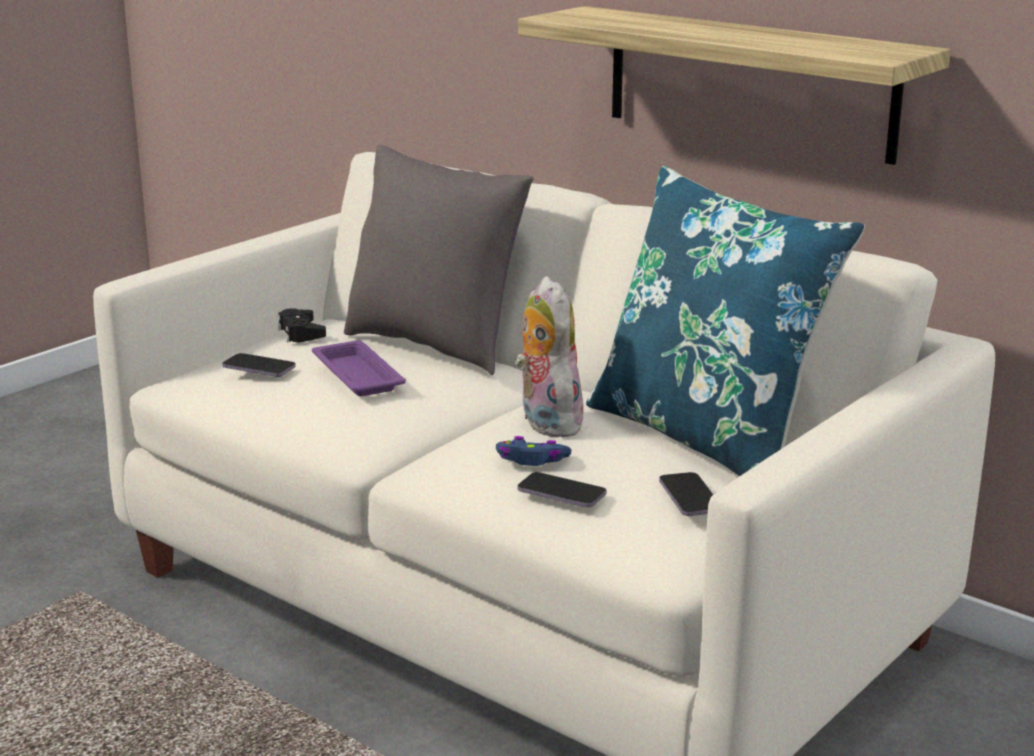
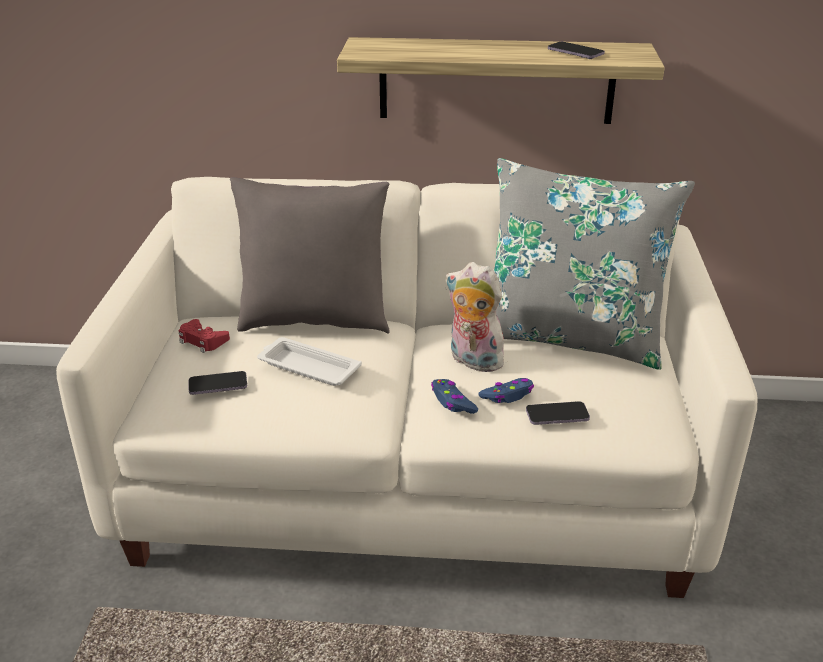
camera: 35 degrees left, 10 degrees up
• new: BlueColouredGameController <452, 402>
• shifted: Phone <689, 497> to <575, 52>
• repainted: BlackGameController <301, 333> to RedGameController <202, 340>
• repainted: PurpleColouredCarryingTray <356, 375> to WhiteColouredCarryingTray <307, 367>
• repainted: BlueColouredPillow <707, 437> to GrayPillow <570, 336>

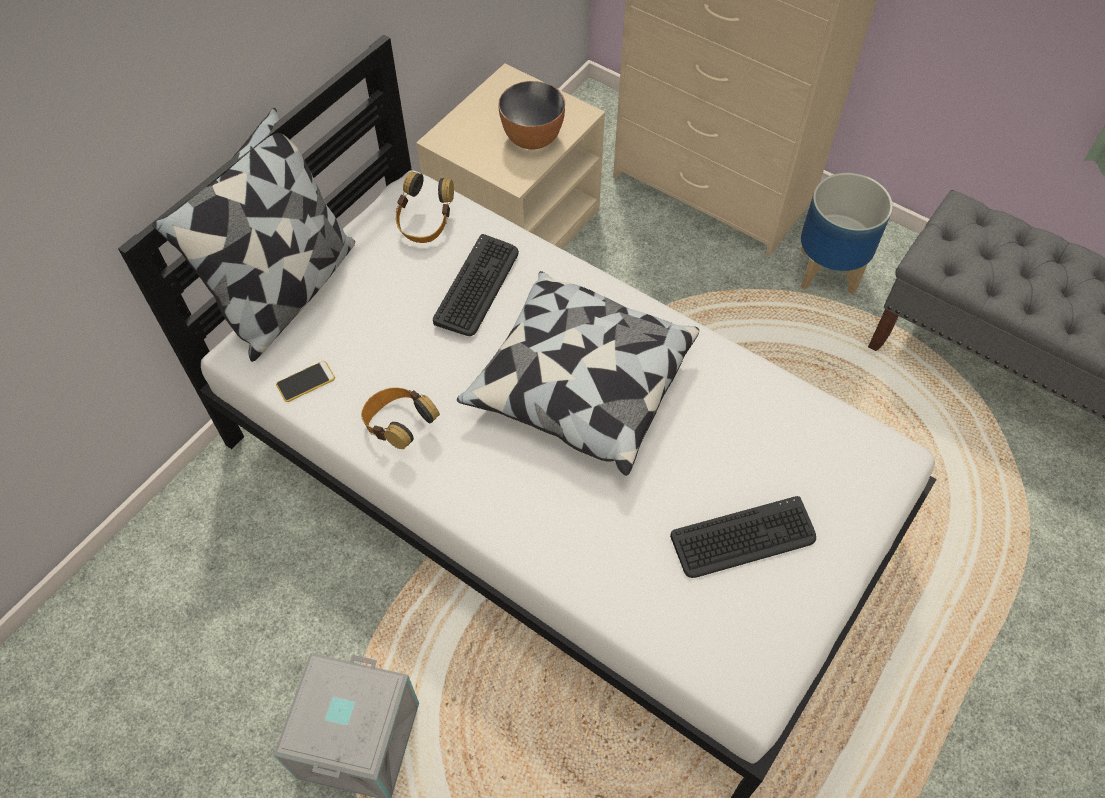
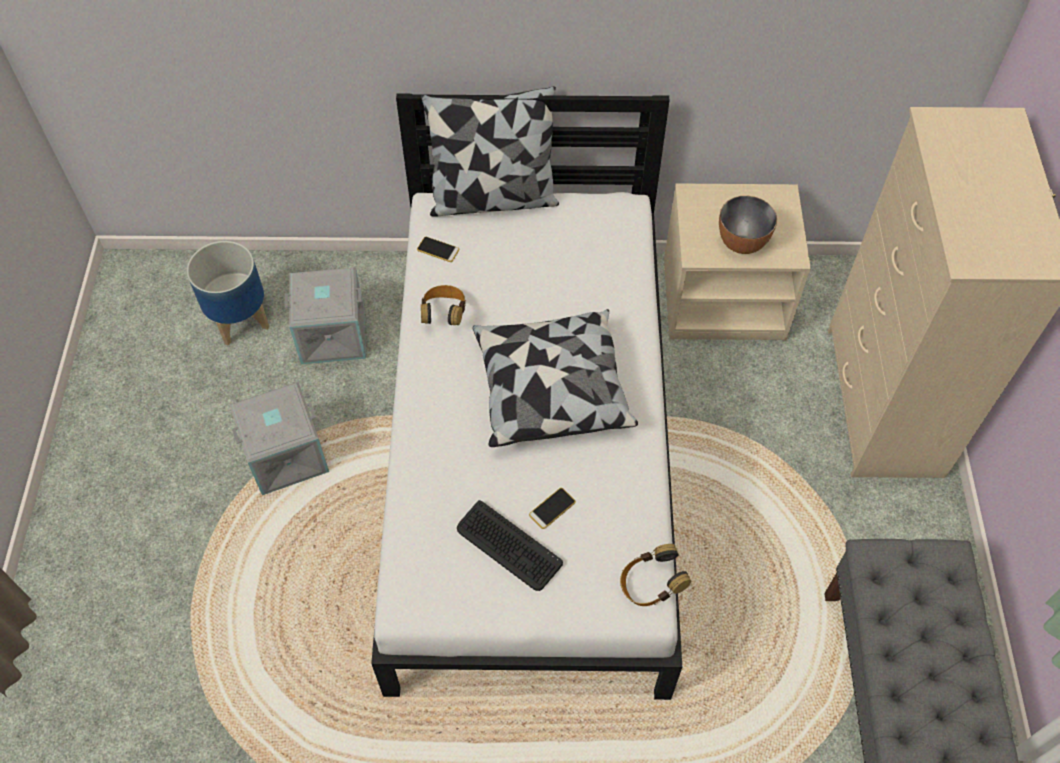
camera: 55 degrees right, 0 degrees up
• gone: PcKeyboard <477, 286>
• new: GrayStorageBox <333, 333>
• new: Phone <552, 508>
• shifted: PairOfHeadphones <425, 223> to <650, 585>
• shifted: Planter <829, 271> to <240, 321>

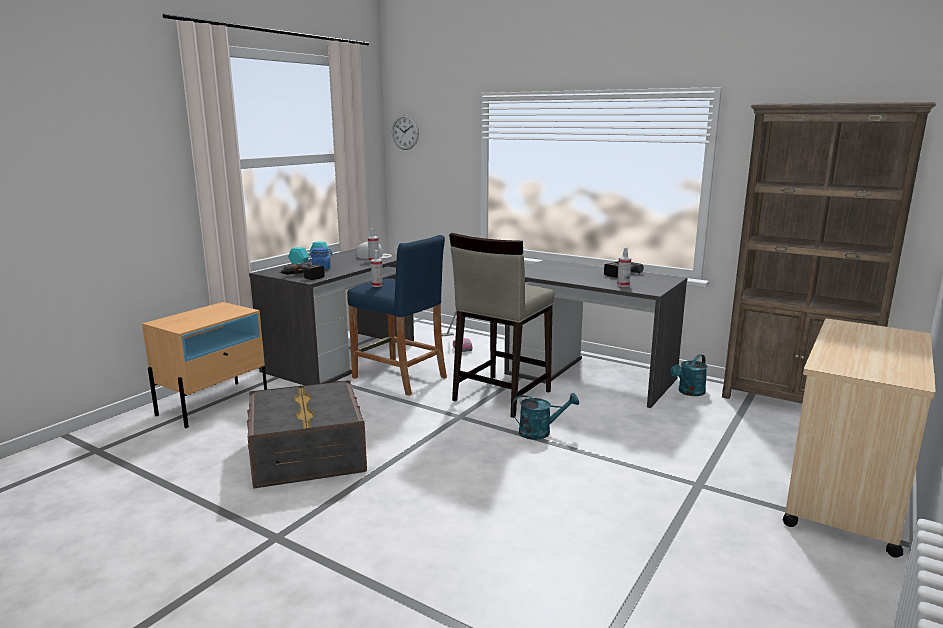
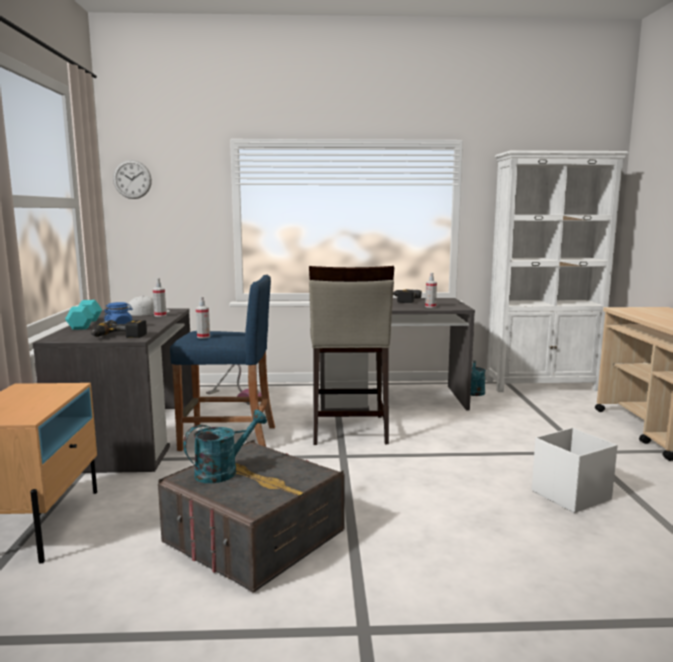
camera: 35 degrees left, 5 degrees down
• new: WhiteColouredStorageBox <569, 495>
• shifted: BlueGreenWateringCan <540, 432> to <223, 471>
• repainted: BrownColouredShelvingUnit <795, 403> to WhiteColouredShelvingUnit <542, 385>

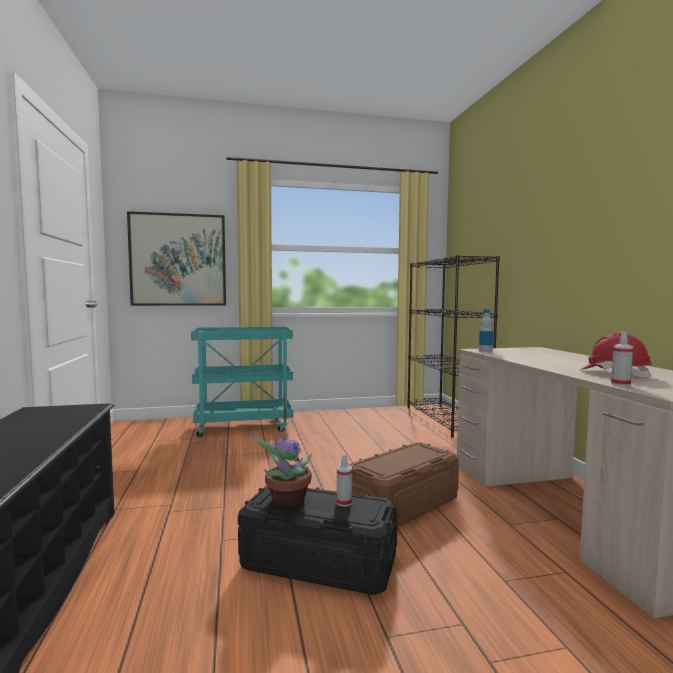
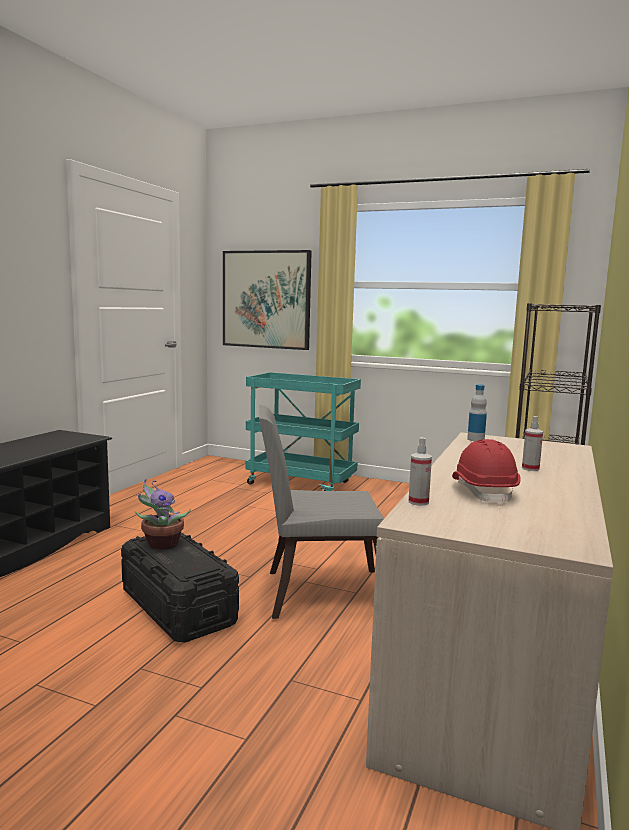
camera: 35 degrees right, 5 degrees up
• shifted: HandSprayer <344, 503> to <530, 468>
• swapped: BrownColouredStorageBox <402, 505> to GrayUprightChair <317, 592>

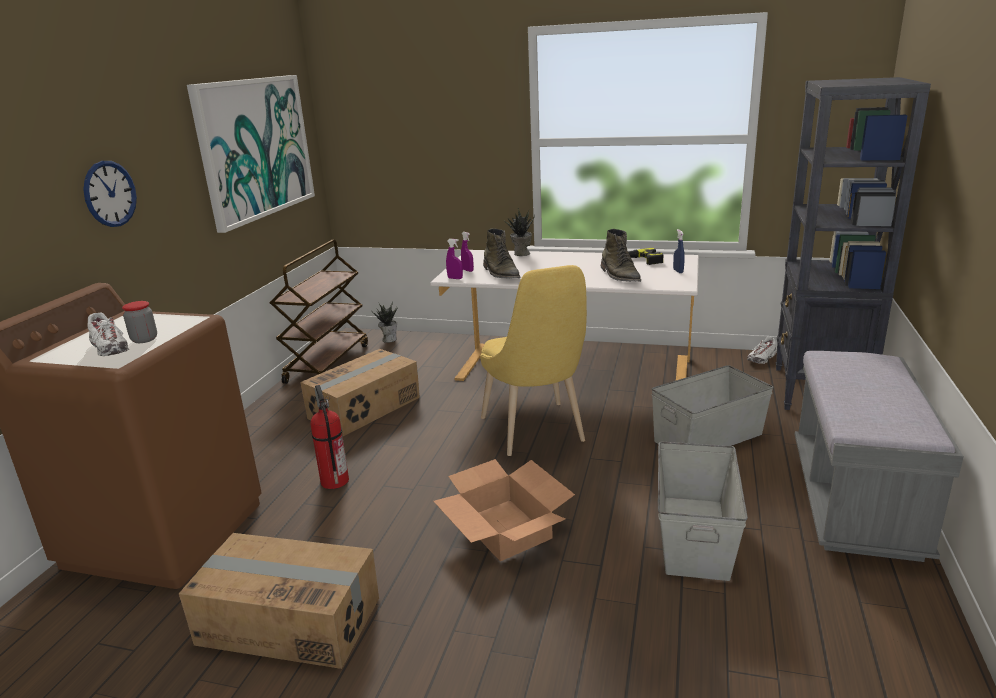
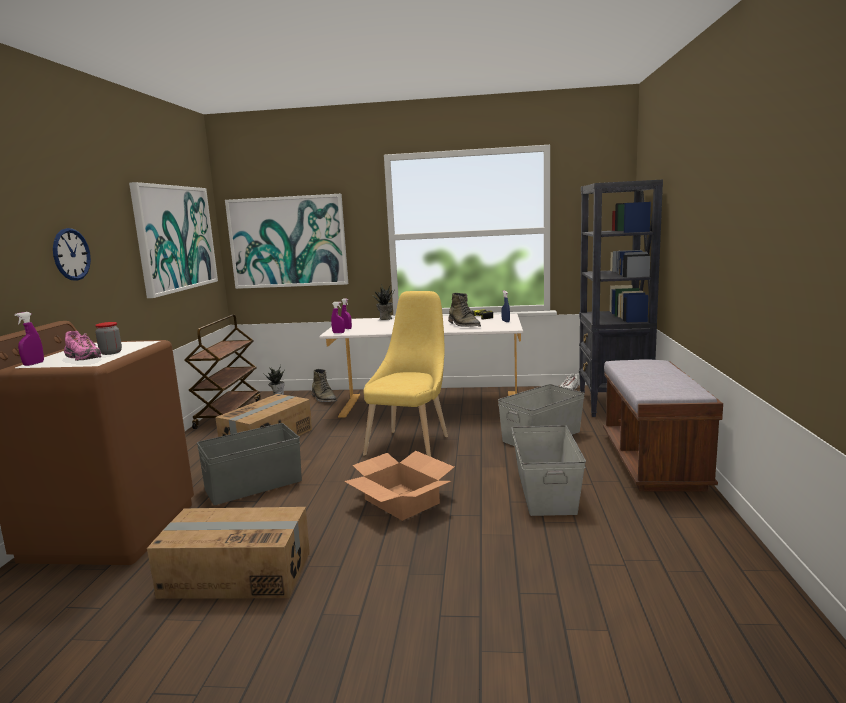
camera: 10 degrees left, 10 degrees down
• new: PurpleColouredHandSprayer <33, 364>
• new: Picture <288, 242>
• shifted: GreenColouredTallBoot <501, 273> to <324, 399>
• swapped: FireFightingCylinder <334, 480> to GrayStorageBox <253, 485>
• repainted: WhiteColouredLowShoe <110, 349> to PinkColouredLowShoe <83, 358>
• repainted: GrayLongSeat <854, 500> to BrownColouredLongSeat <653, 462>
• rotated: YellowishUprightChair <535, 433> = <411, 443> 135 degrees counterclockwise

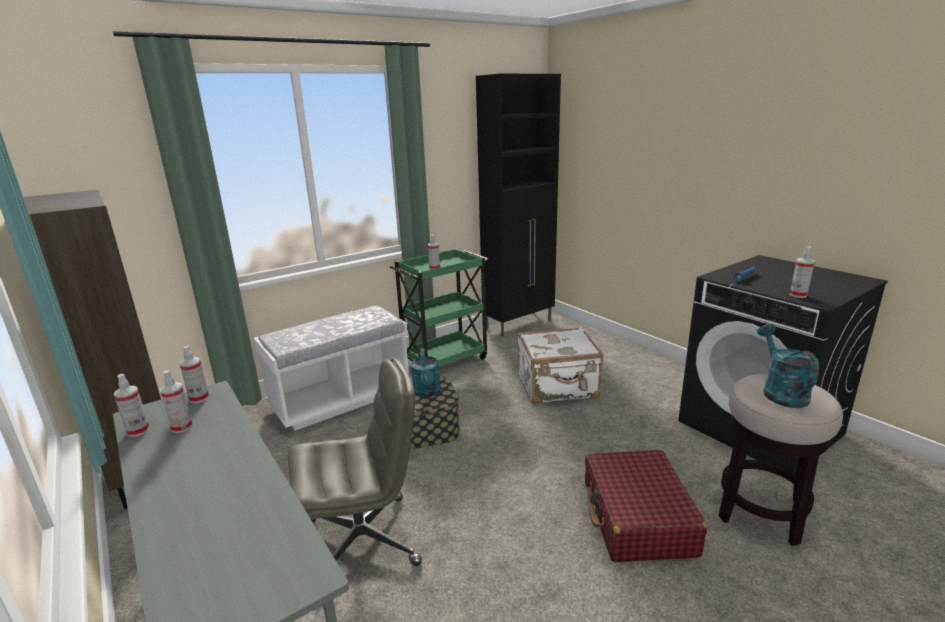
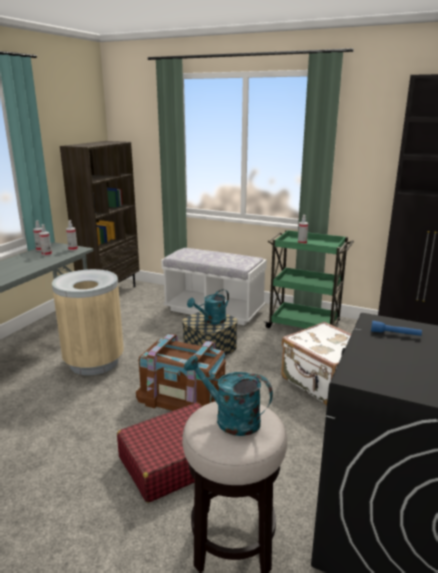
camera: 60 degrees right, 0 degrees up
• gone: HandSprayer <798, 295>
• new: BrownColouredStorageBox <183, 395>
• swapped: GrayDeskChair <363, 540> to BeigeColouredRubbishBin <94, 362>
• rotated: BlueGreenWateringCan <780, 392> = <230, 419> 120 degrees counterclockwise

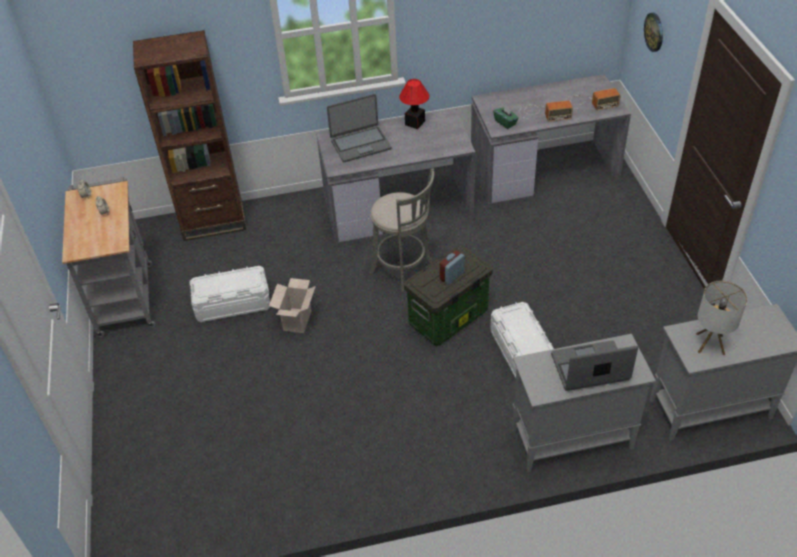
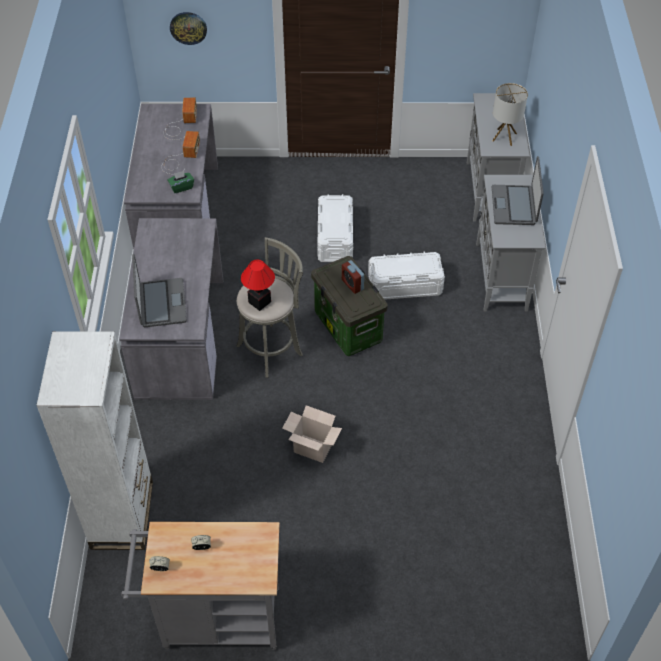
camera: 80 degrees left, 5 degrees up
• shifted: WhiteColouredStorageBox <232, 304> to <335, 238>
• shifted: TableLamp <415, 123> to <260, 301>
• repainted: BrownColouredShelvingUnit <213, 221> to WhiteColouredShelvingUnit <122, 515>

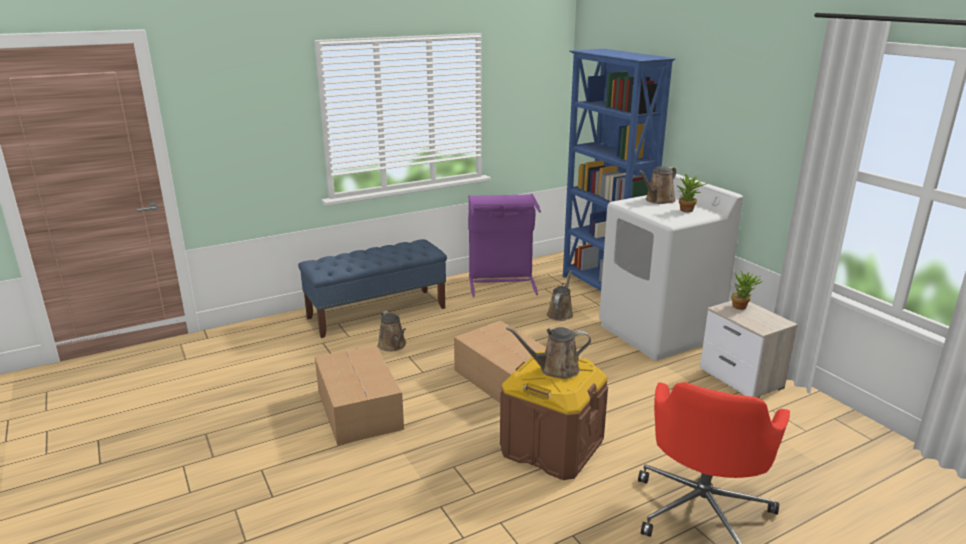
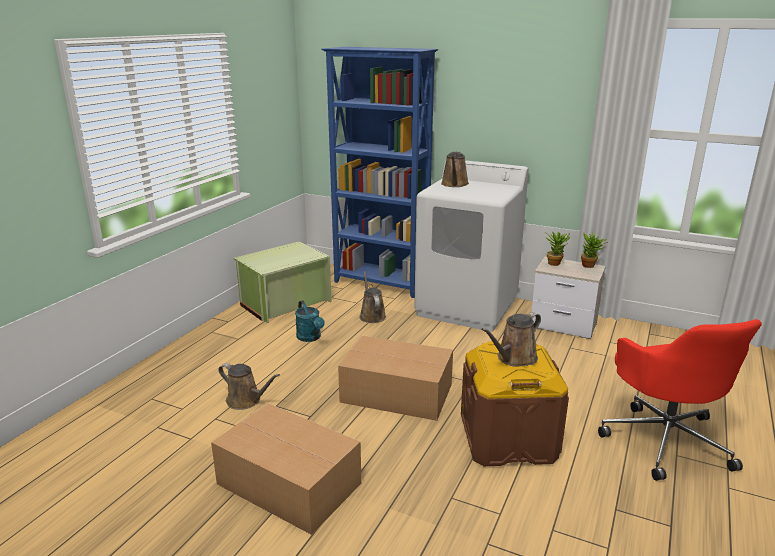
camera: 35 degrees left, 0 degrees up
• gone: BlueColouredLongSeat <377, 312>
• new: BlueGreenWateringCan <310, 338>
• shifted: PottedPlant <688, 211> to <590, 266>
• swapped: PurpleColouredLaundryBasket <501, 282> to GreenColouredStorageBox <284, 302>

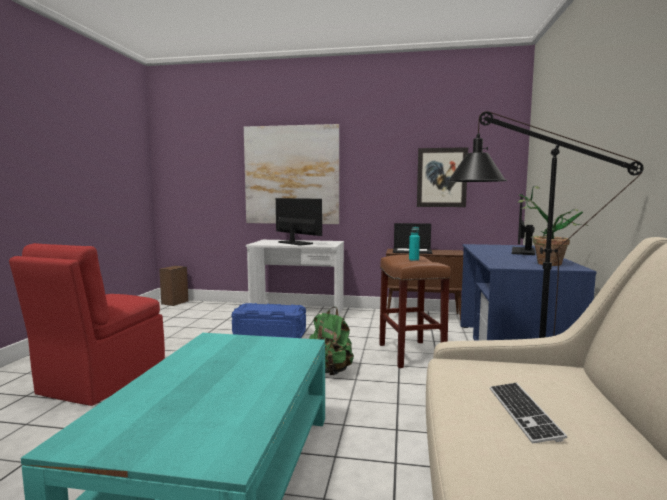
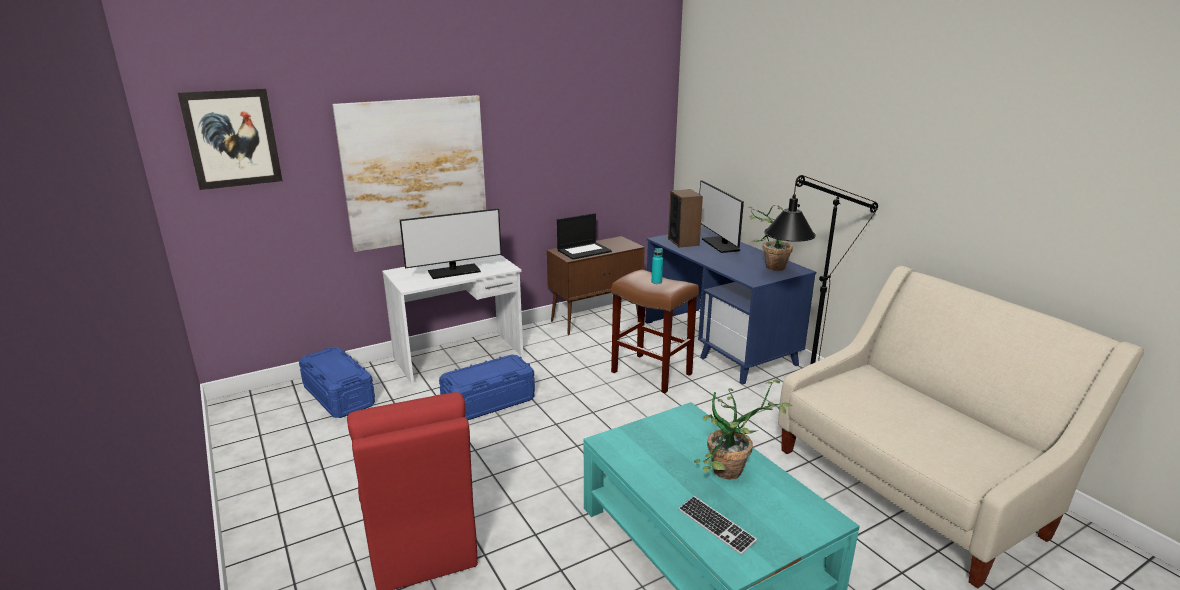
camera: 40 degrees left, 15 degrees up
• gone: GreenColouredRucksack <330, 371>
• new: BlueColouredStorageBox <339, 396>
• new: PottedPlant <730, 476>
• shifted: AudioSpeaker <175, 302> to <683, 242>
• shifted: Picture <441, 177> to <232, 138>
• shifted: PcKeyboard <523, 413> to <716, 526>
• rotated: ComputerDisplay <295, 243> = <454, 272> 150 degrees clockwise

